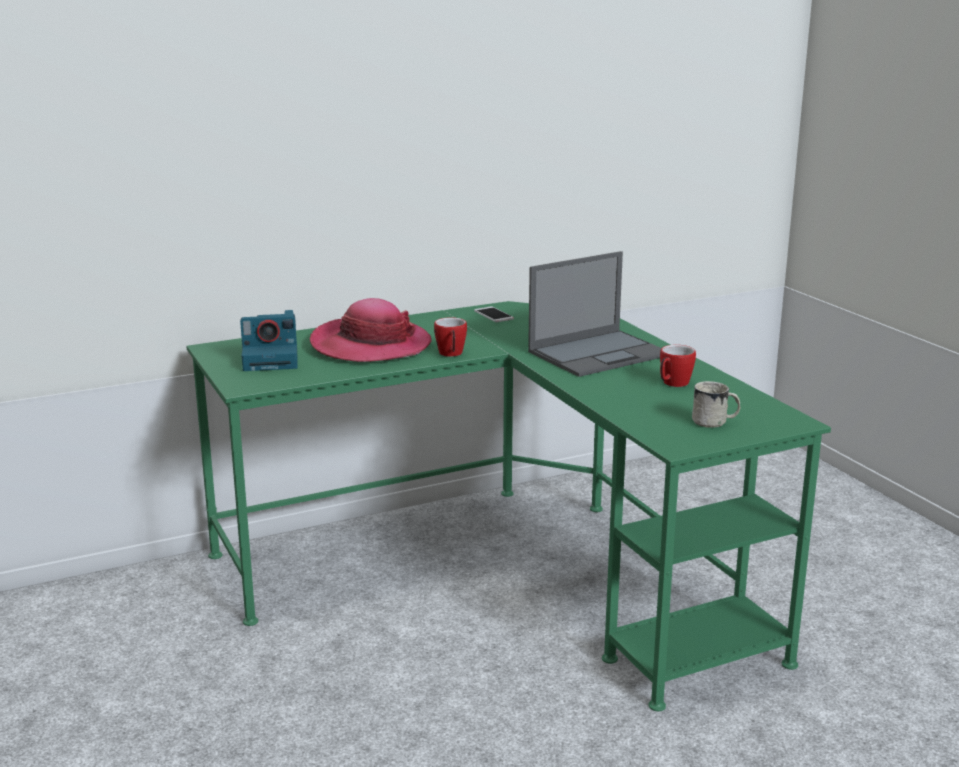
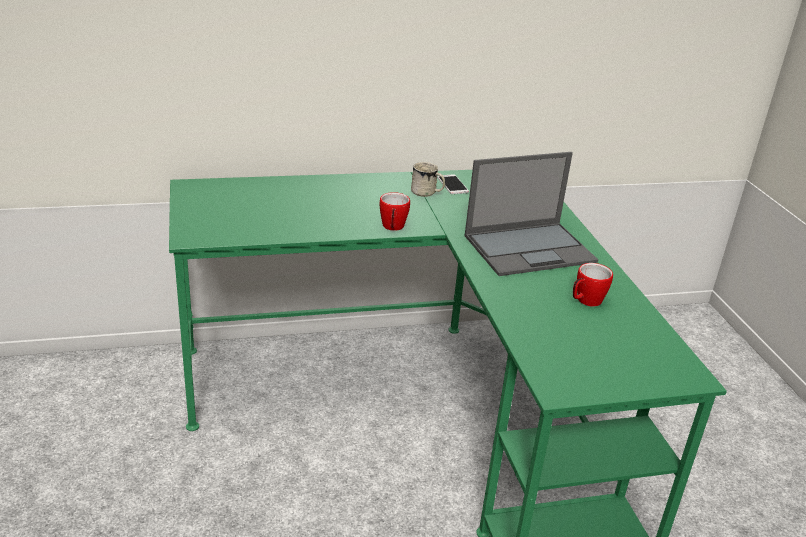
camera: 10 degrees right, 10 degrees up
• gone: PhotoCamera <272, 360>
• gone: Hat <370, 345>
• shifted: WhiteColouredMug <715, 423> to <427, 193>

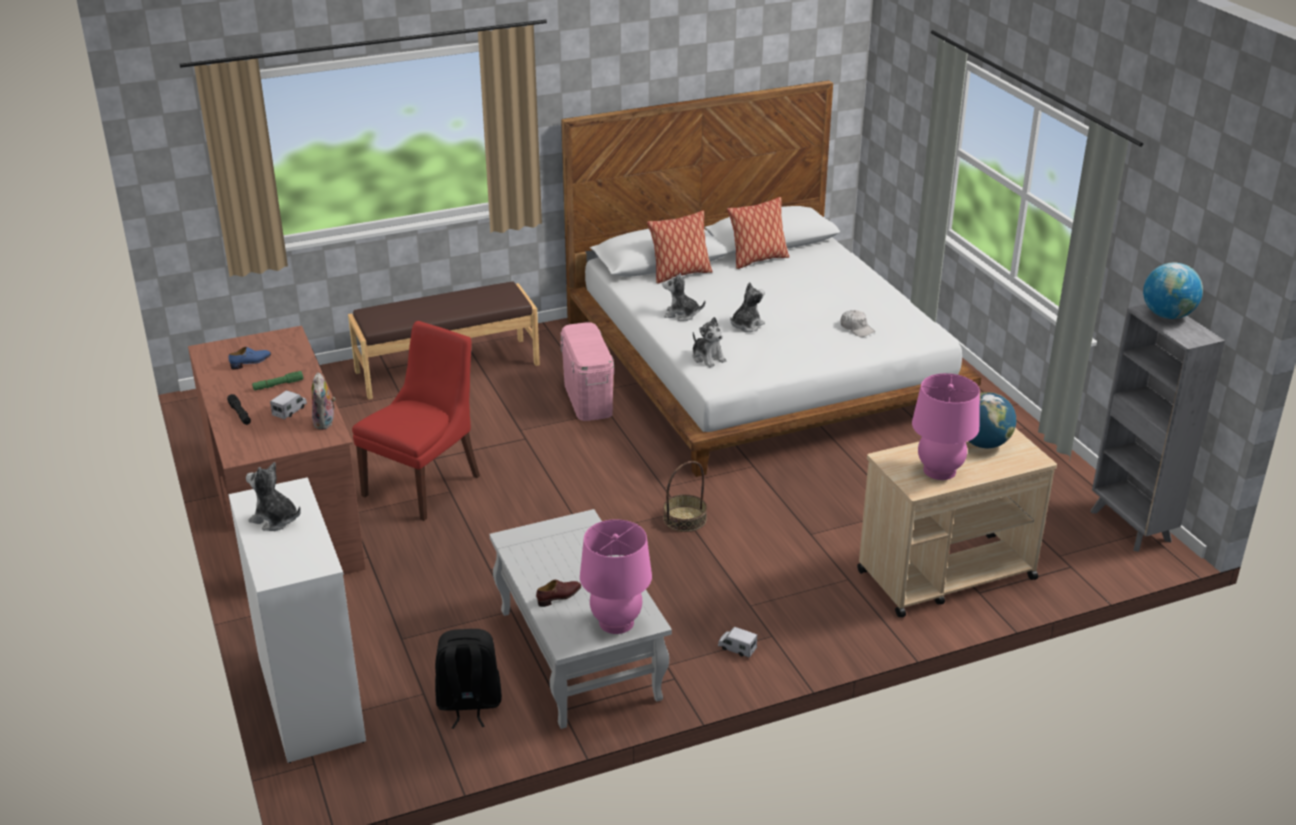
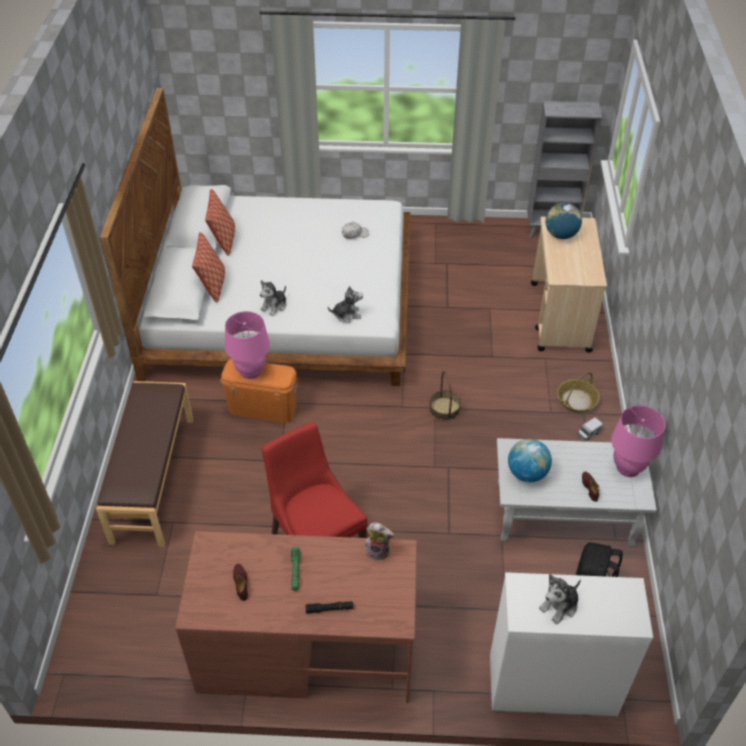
camera: 65 degrees left, 15 degrees up
• gone: ToyLorry <290, 411>
• gone: PlushToy <746, 325>
• new: StorageBasket <576, 400>
• shifted: PinkColouredTableLamp <939, 471> to <250, 371>
• shifted: WorldGlobe <1167, 315> to <527, 473>
• repainted: BlueColouredLowShoe <251, 362> to BrownColouredLowShoe <241, 583>
• repainted: PinkColouredStorageBox <587, 398> to OrangeColouredStorageBox <262, 408>

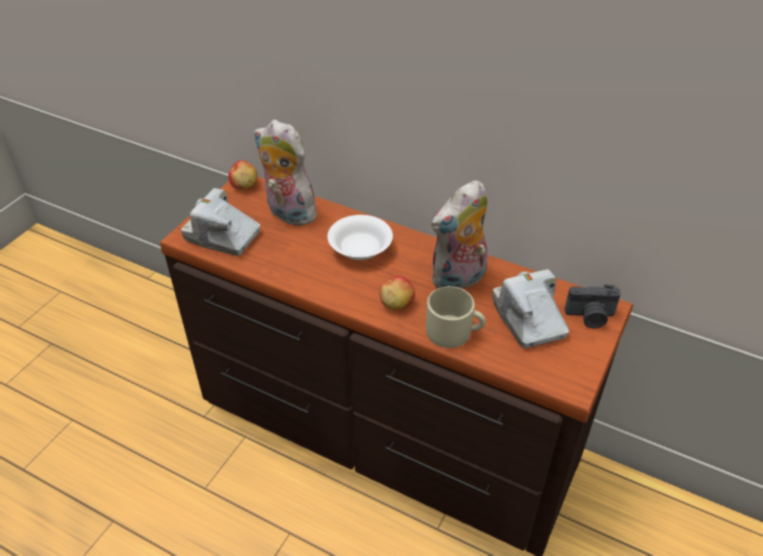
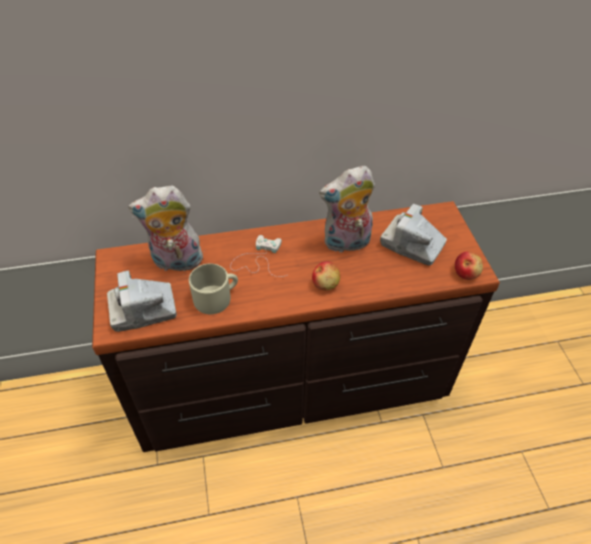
camera: 40 degrees left, 5 degrees up
• gone: PhotoCamera <590, 317>
• shifted: AppleFruit <244, 185> to <466, 273>
• shifted: BeigeColouredMug <454, 332> to <216, 297>
• swapped: WhiteColouredDeepDish <359, 249> to WhiteColouredGameController <258, 259>
• rotated: PlushToy <459, 280> = <346, 243> 60 degrees clockwise

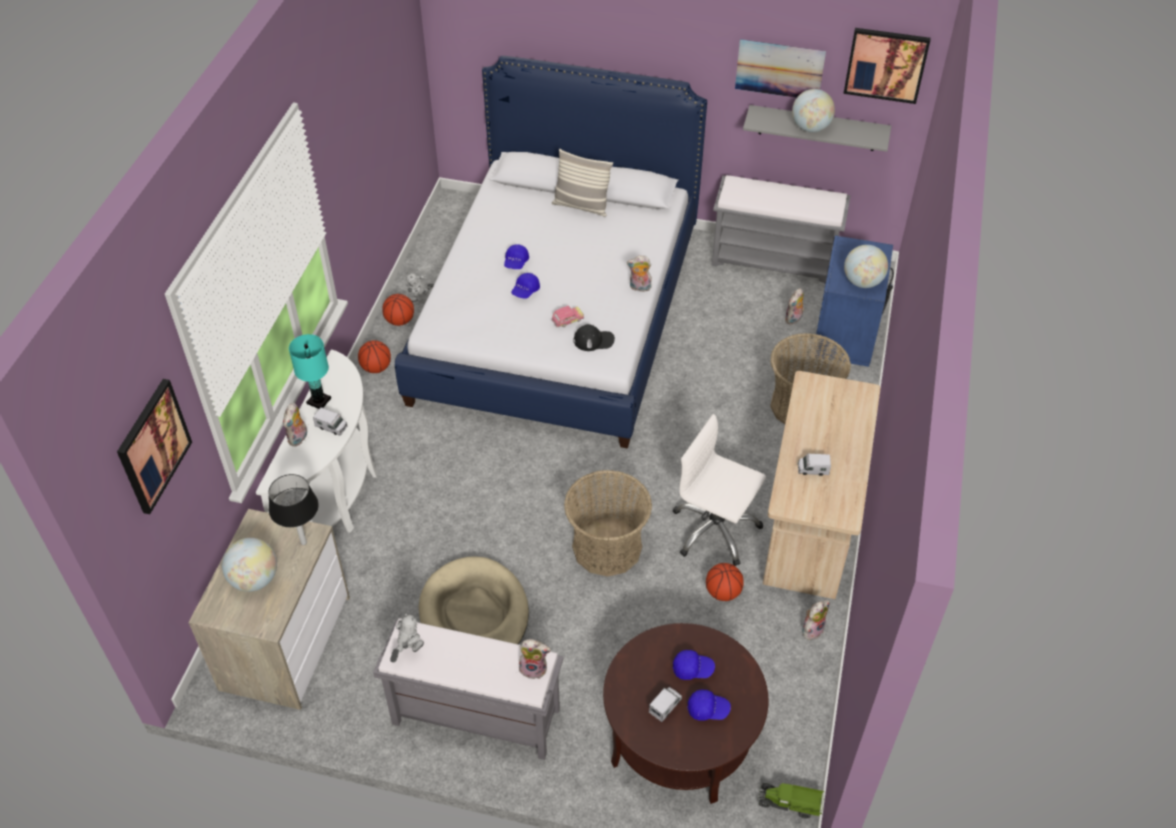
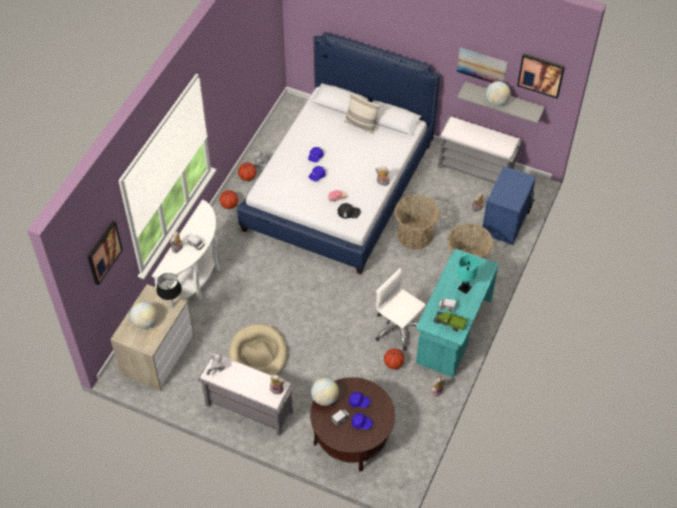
camera: 10 degrees right, 5 degrees up
• shifted: BlueGreenTableLamp <319, 400> to <464, 288>
• shifted: StorageBasket <607, 547> to <414, 235>
• shifted: ToyLorry <790, 804> to <449, 323>
• shifted: WorldGlobe <862, 282> to <325, 398>
• repainted: BeigeColouredDesk <811, 520> to BlueGreenDesk <453, 331>

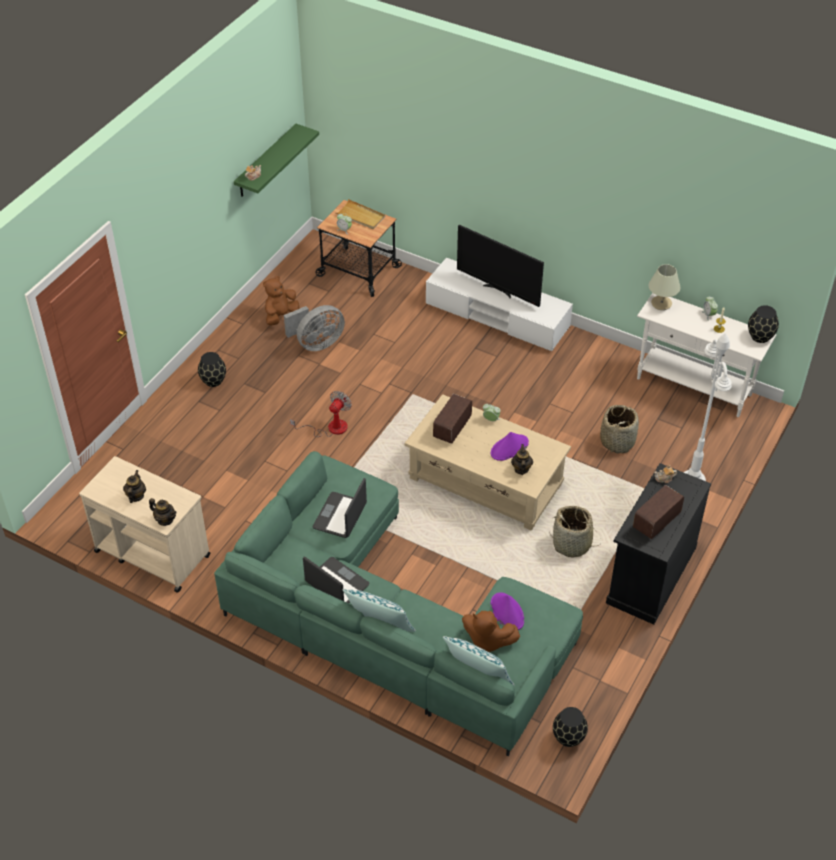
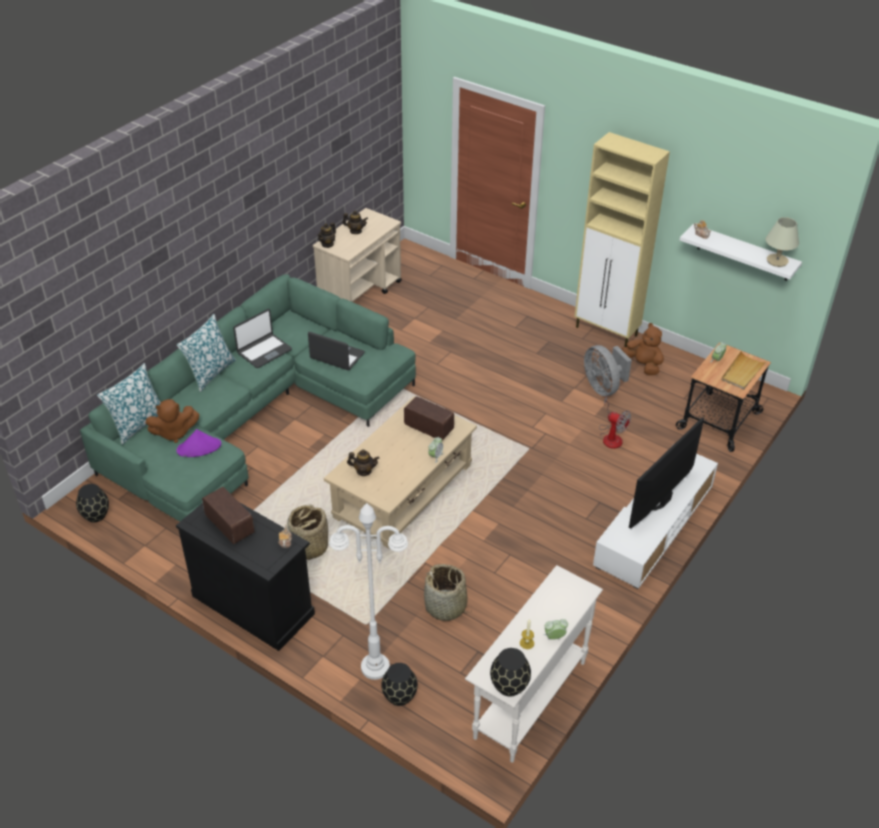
camera: 95 degrees right, 5 degrees down
• gone: PurpleColouredHat <509, 448>
• new: BeigeColouredStorageCabinet <607, 332>
• shifted: BlackFlowerVase <213, 380> to <400, 696>
• shifted: Fan <330, 428> to <611, 436>
• shifted: BeigeColouredTableLamp <661, 303> to <777, 261>
• repainted: GreenColouredShelf <266, 161> to WhiteColouredShelf <743, 253>
• rotated: BrownColouredPlushToy <487, 640> = <174, 433> 135 degrees counterclockwise

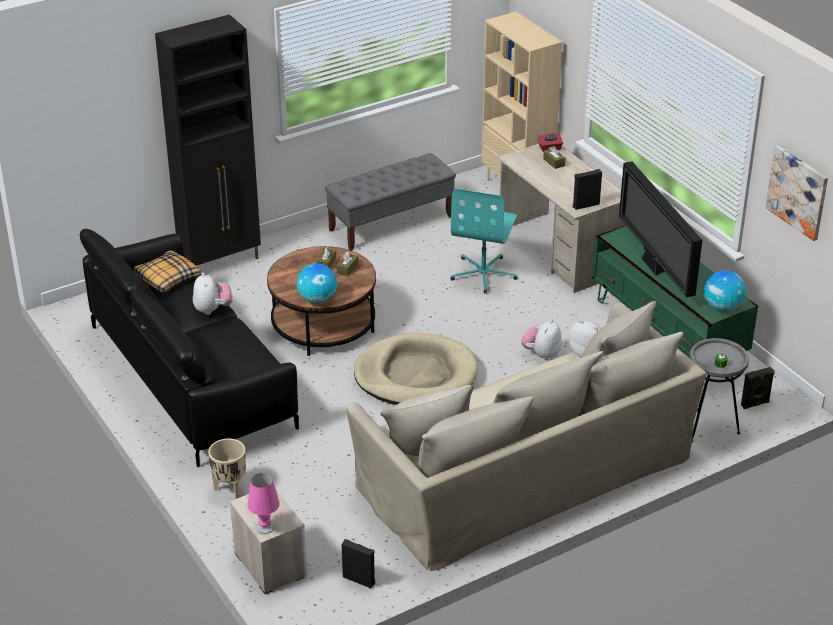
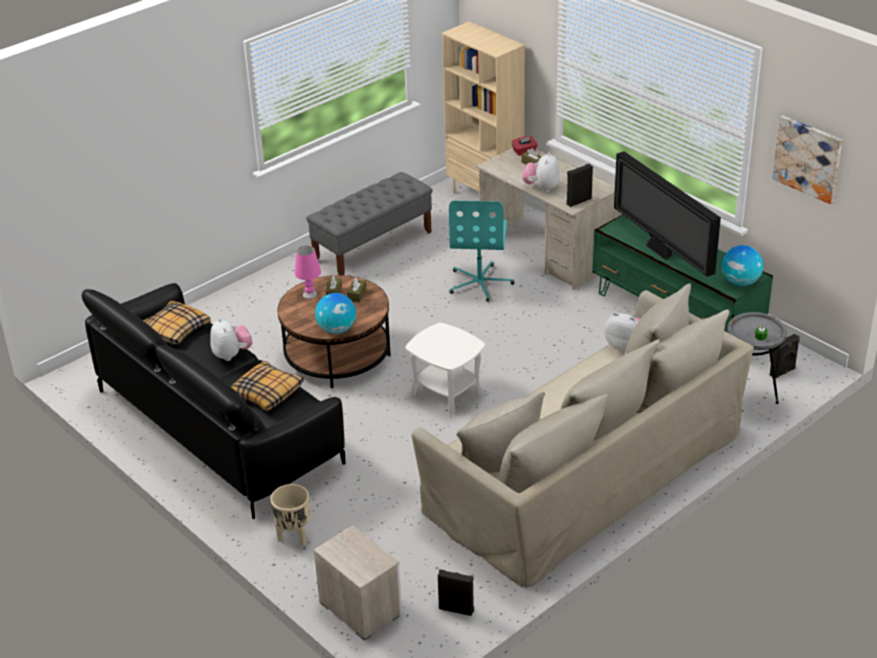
camera: 10 degrees left, 0 degrees up
• gone: BlackStorageCabinet <221, 261>
• new: Pillow <267, 393>
• shifted: PinkColouredTableLamp <265, 527> to <310, 294>
• shifted: PlushToy <541, 354> to <541, 188>
• swapped: BeigeColouredDogCushion <416, 375> to WhiteColouredEndTable <446, 392>

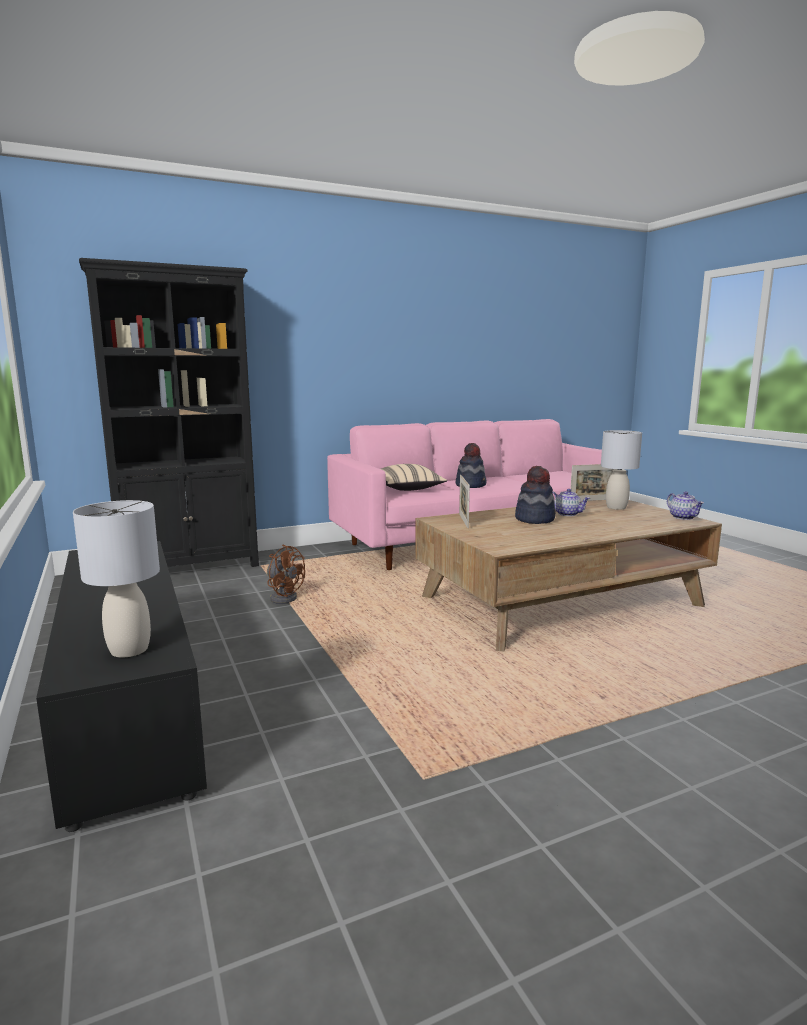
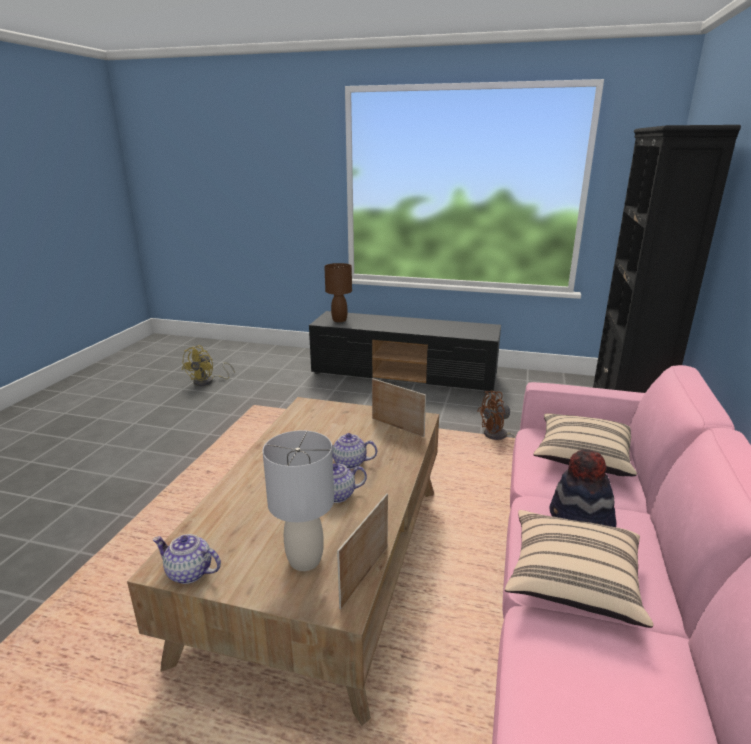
camera: 130 degrees right, 10 degrees up
• new: YellowishFan <208, 381>
• new: BeigeColouredPillow <572, 581>
• swapped: Hat <535, 519> to Teapot <349, 463>
• repainted: GrayTableLamp <129, 649> to BrownColouredTableLamp <339, 320>

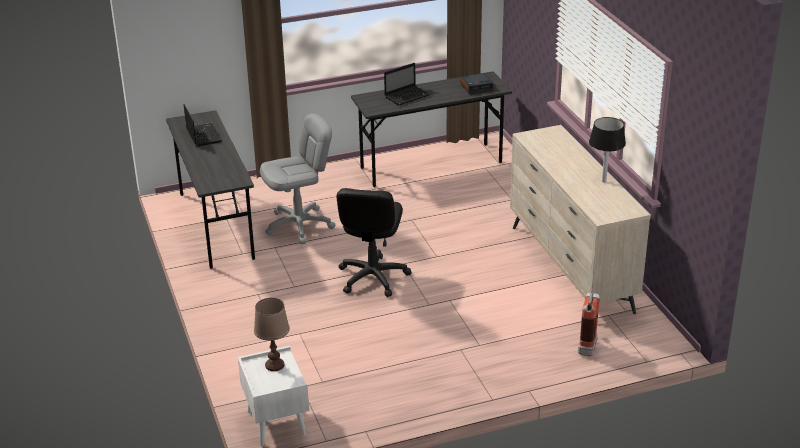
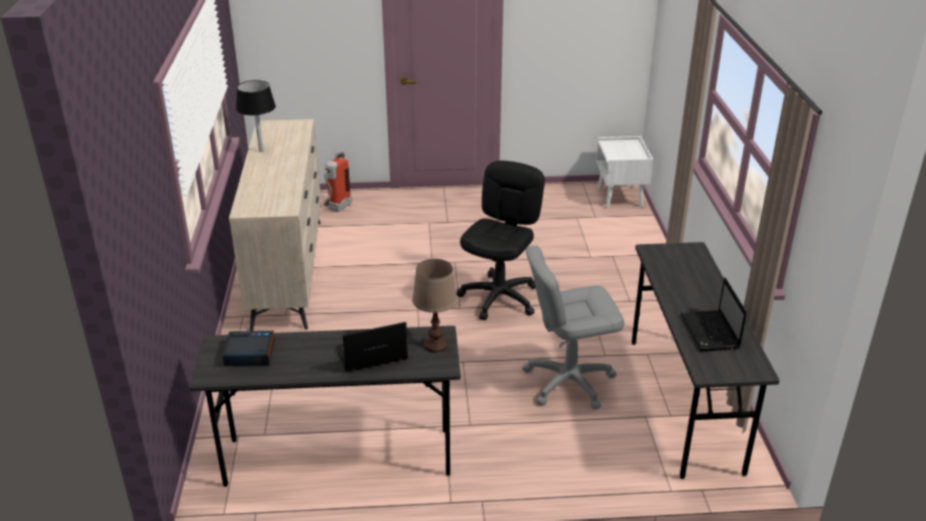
camera: 165 degrees left, 0 degrees up
• shifted: BrownColouredTableLamp <275, 365> to <435, 345>

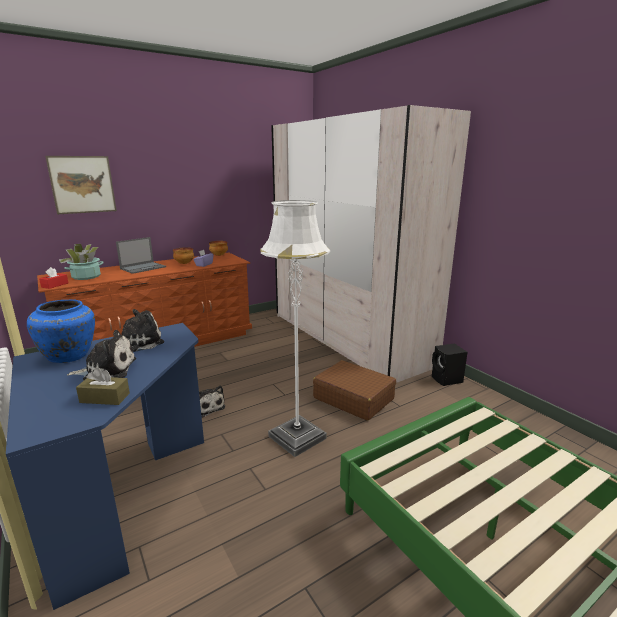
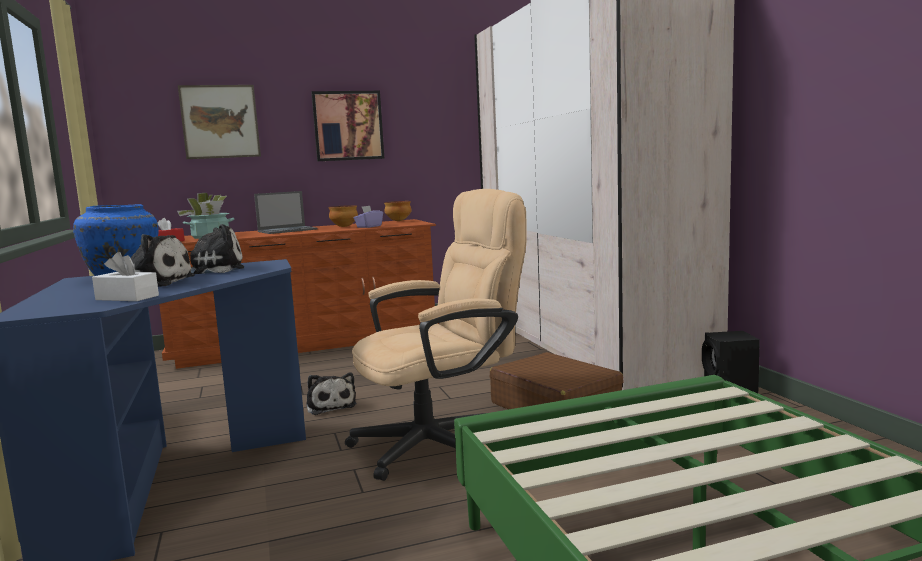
camera: 15 degrees right, 10 degrees down
• new: Picture <348, 126>
• swapped: WhiteColouredFloorLamp <297, 437> to BeigeColouredDeskChair <442, 442>
• repainted: BrownColouredTissueHolder <105, 398> to WhiteColouredTissueHolder <127, 297>

